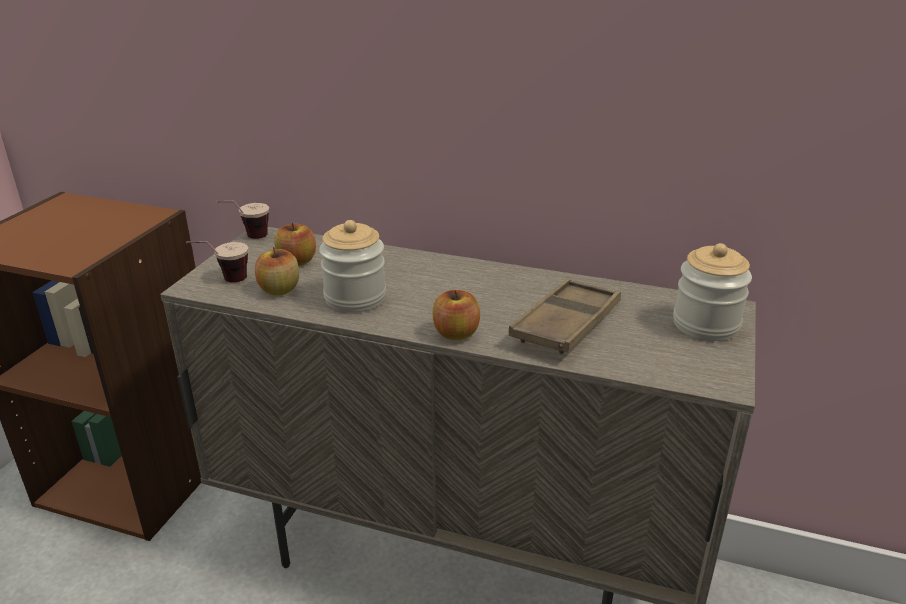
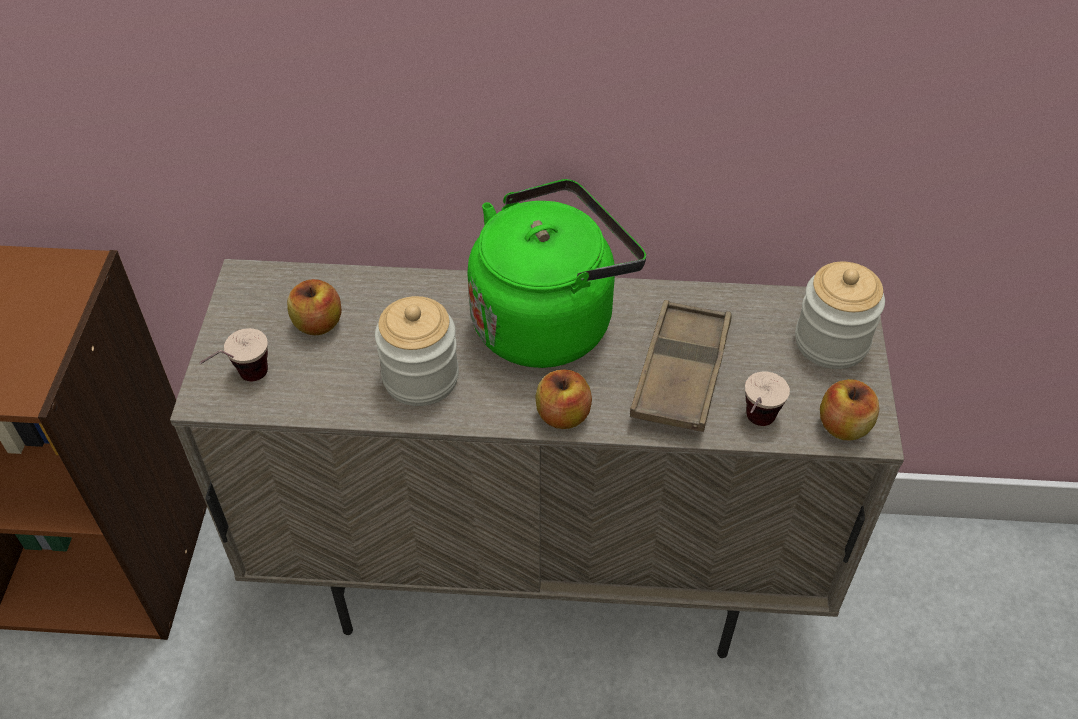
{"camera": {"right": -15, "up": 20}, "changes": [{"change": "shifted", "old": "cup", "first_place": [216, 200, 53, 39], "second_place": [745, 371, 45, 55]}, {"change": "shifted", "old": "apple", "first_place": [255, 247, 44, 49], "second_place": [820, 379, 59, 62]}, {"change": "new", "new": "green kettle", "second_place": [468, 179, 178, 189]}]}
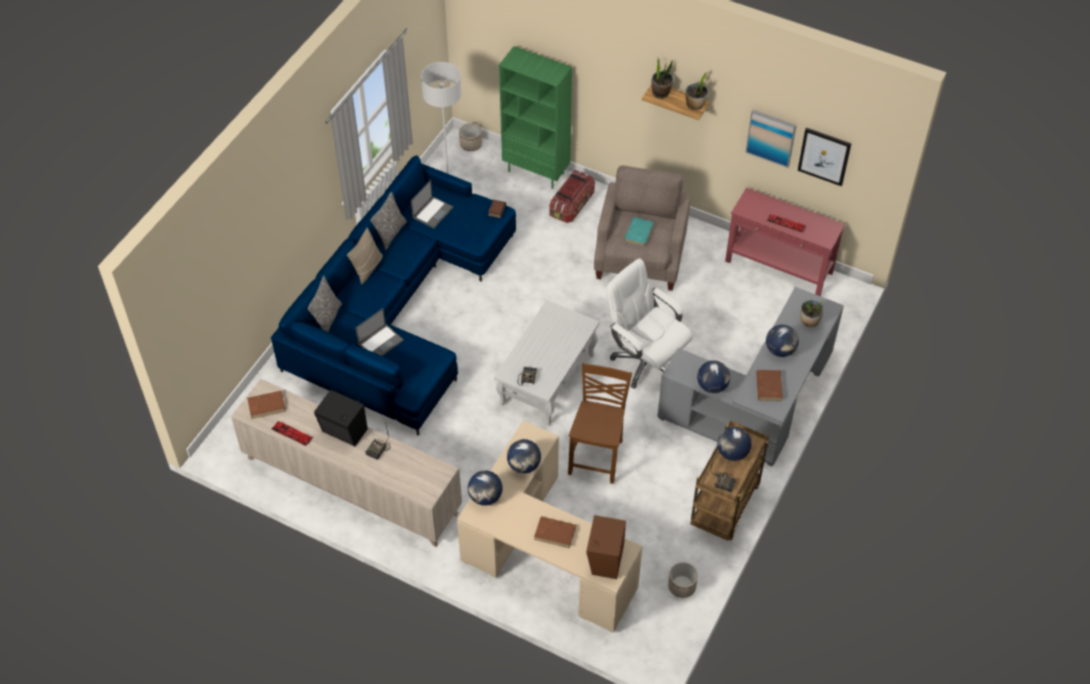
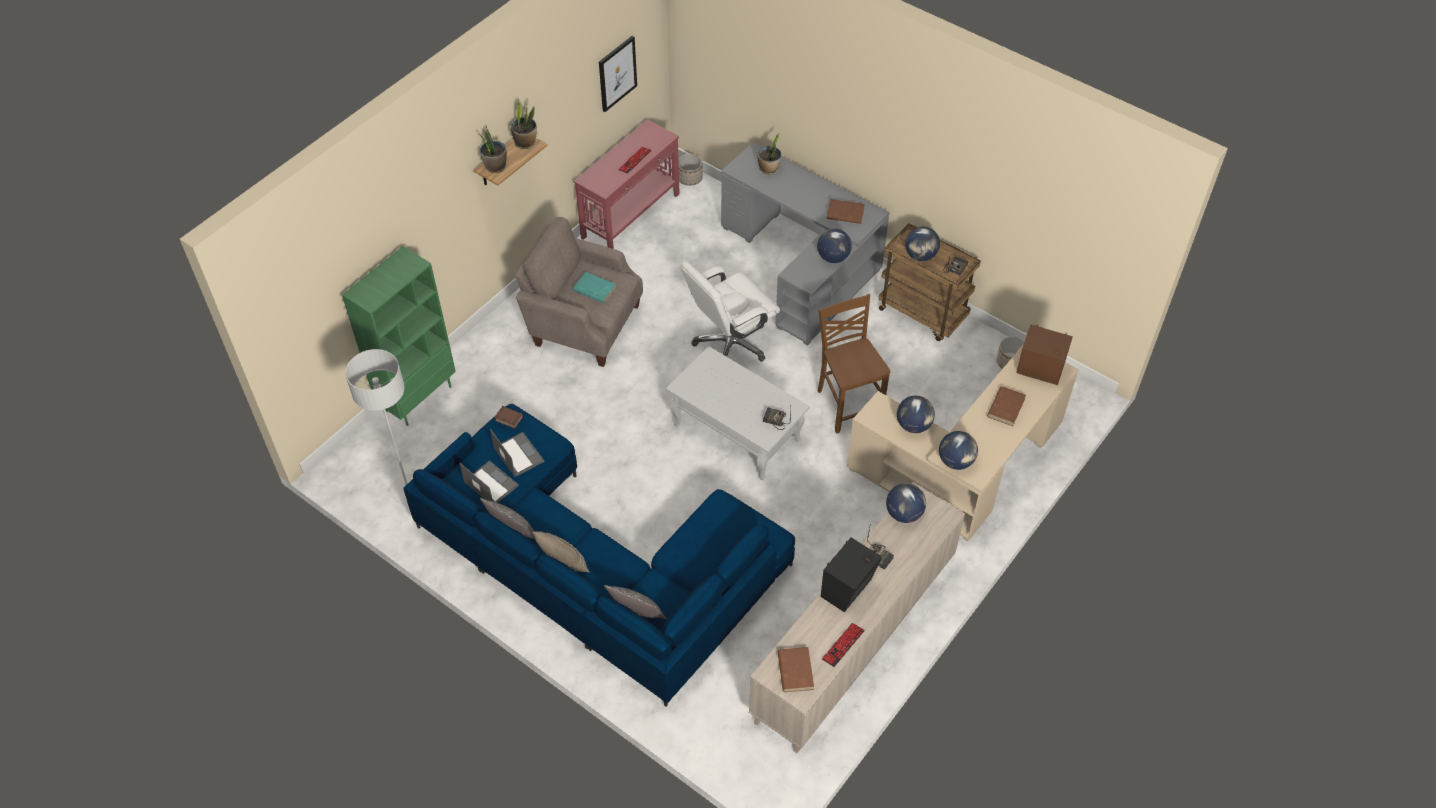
{"camera": {"right": -80, "up": 0}, "changes": [{"change": "gone", "old": "picture", "first_place": [745, 110, 52, 58]}, {"change": "shifted", "old": "planter", "first_place": [459, 123, 23, 28], "second_place": [679, 154, 24, 32]}, {"change": "gone", "old": "storage box", "first_place": [549, 170, 46, 53]}, {"change": "shifted", "old": "laptop", "first_place": [355, 308, 49, 48], "second_place": [490, 429, 54, 48]}, {"change": "shifted", "old": "globe", "first_place": [766, 325, 33, 32], "second_place": [886, 483, 40, 40]}, {"change": "rotated", "old": "brown chair", "first_place": [568, 363, 64, 121], "second_place": [818, 294, 73, 140], "degrees": 45}]}
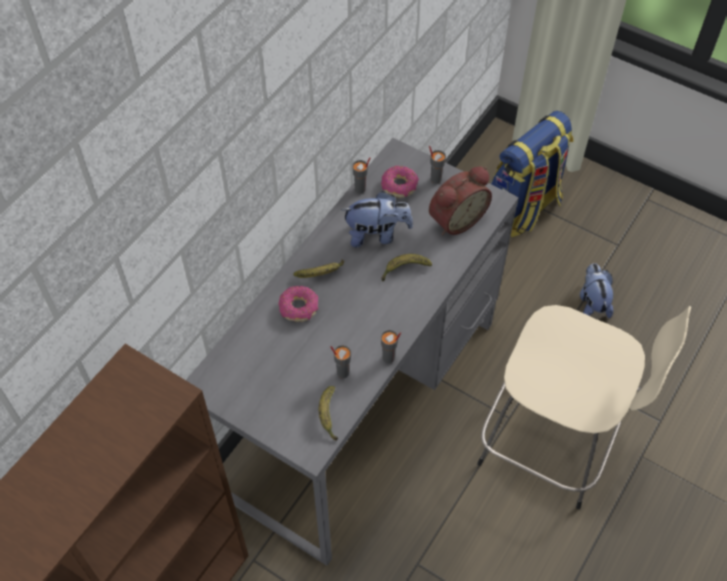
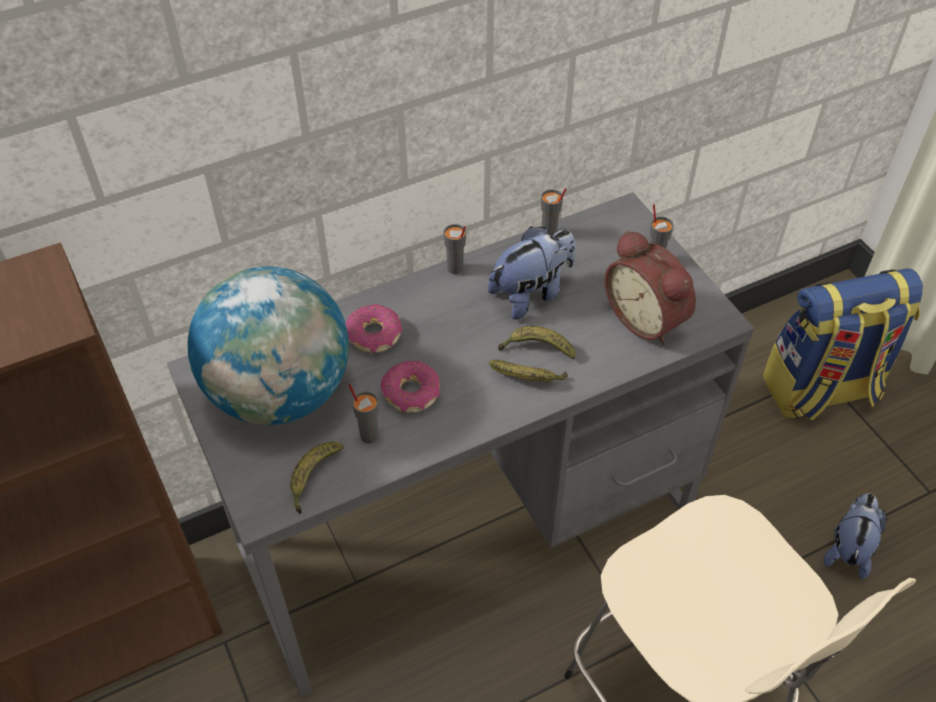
{"camera": {"right": 30, "up": -5}, "changes": [{"change": "shifted", "old": "donut", "first_place": [381, 166, 38, 32], "second_place": [380, 361, 60, 52]}, {"change": "rotated", "old": "alarm clock", "first_place": [429, 166, 63, 69], "second_place": [604, 230, 92, 115], "degrees": 60}, {"change": "rotated", "old": "plush toy", "first_place": [341, 191, 72, 57], "second_place": [488, 226, 88, 94], "degrees": -60}, {"change": "shifted", "old": "banana", "first_place": [294, 259, 50, 19], "second_place": [489, 360, 79, 22]}, {"change": "shifted", "old": "grey cup", "first_place": [381, 330, 20, 33], "second_place": [444, 224, 22, 50]}, {"change": "new", "new": "globe", "second_place": [188, 266, 161, 159]}]}
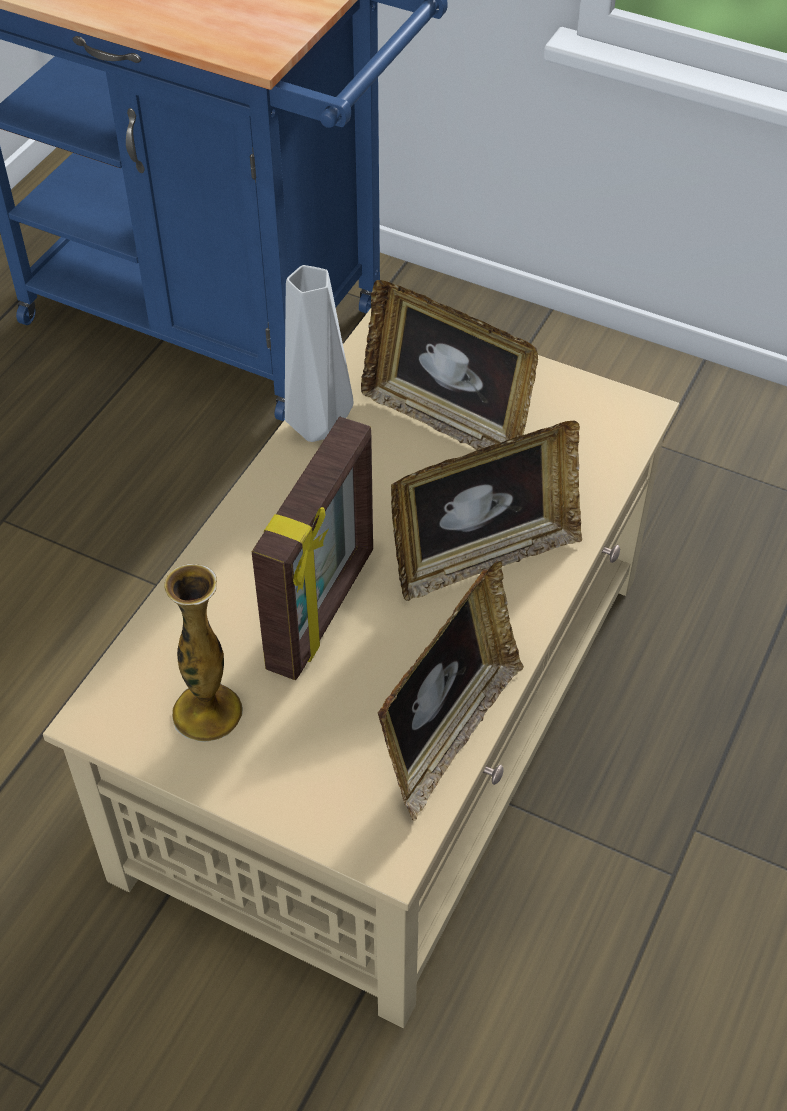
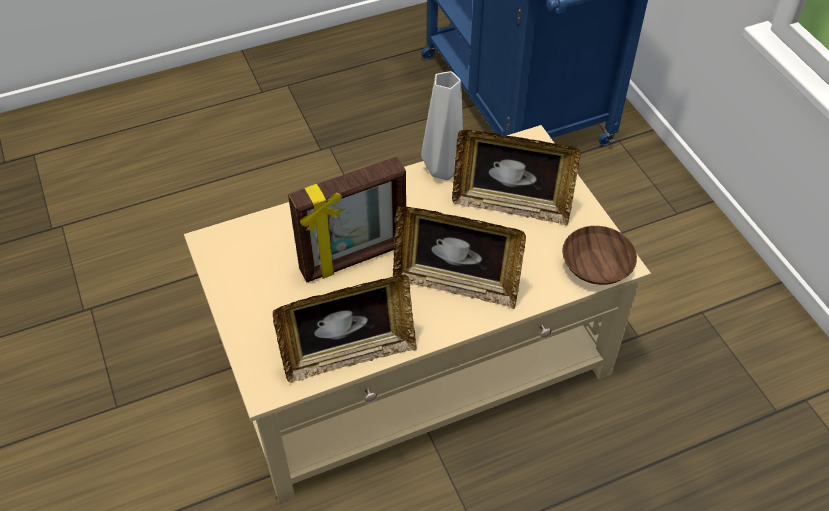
{"camera": {"right": 40, "up": 0}, "changes": [{"change": "rotated", "old": "picture frame", "first_place": [361, 280, 177, 170], "second_place": [452, 130, 129, 96], "degrees": -60}, {"change": "gone", "old": "vase", "first_place": [164, 564, 79, 178]}, {"change": "new", "new": "brown bowl", "second_place": [562, 226, 75, 59]}]}
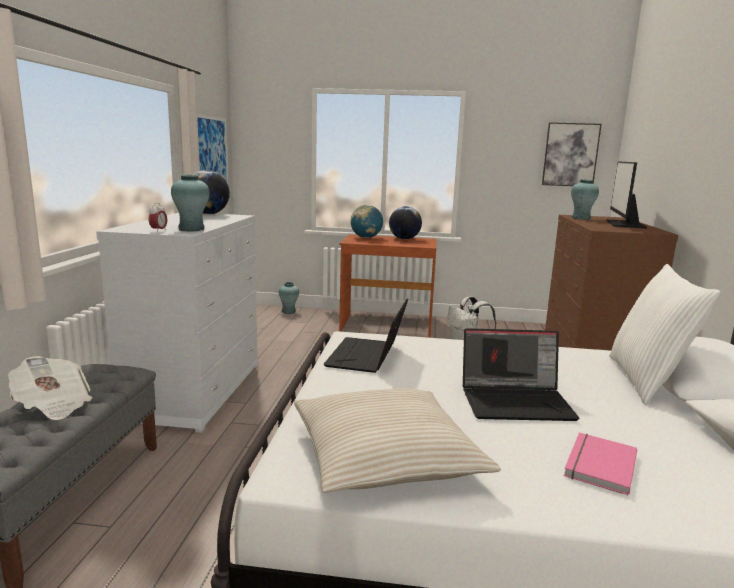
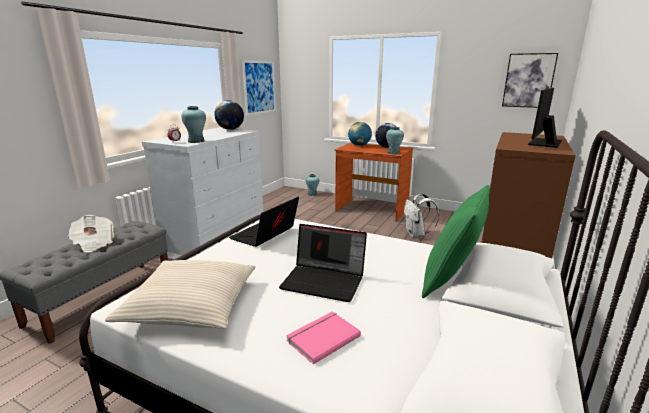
{"camera": {"right": 20, "up": 5}, "changes": [{"change": "shifted", "old": "turquoise vase", "first_place": [571, 179, 28, 41], "second_place": [386, 127, 18, 28]}, {"change": "repainted", "old": "white pillow", "new": "green pillow", "first_place": [609, 264, 111, 141], "second_place": [422, 185, 68, 113]}]}
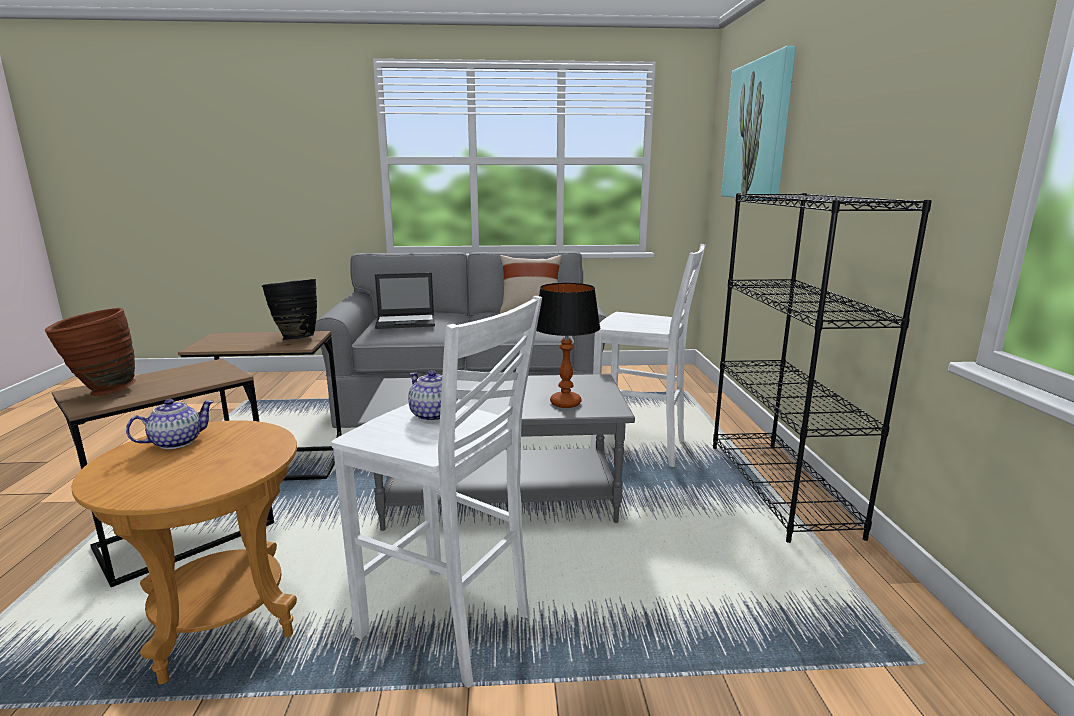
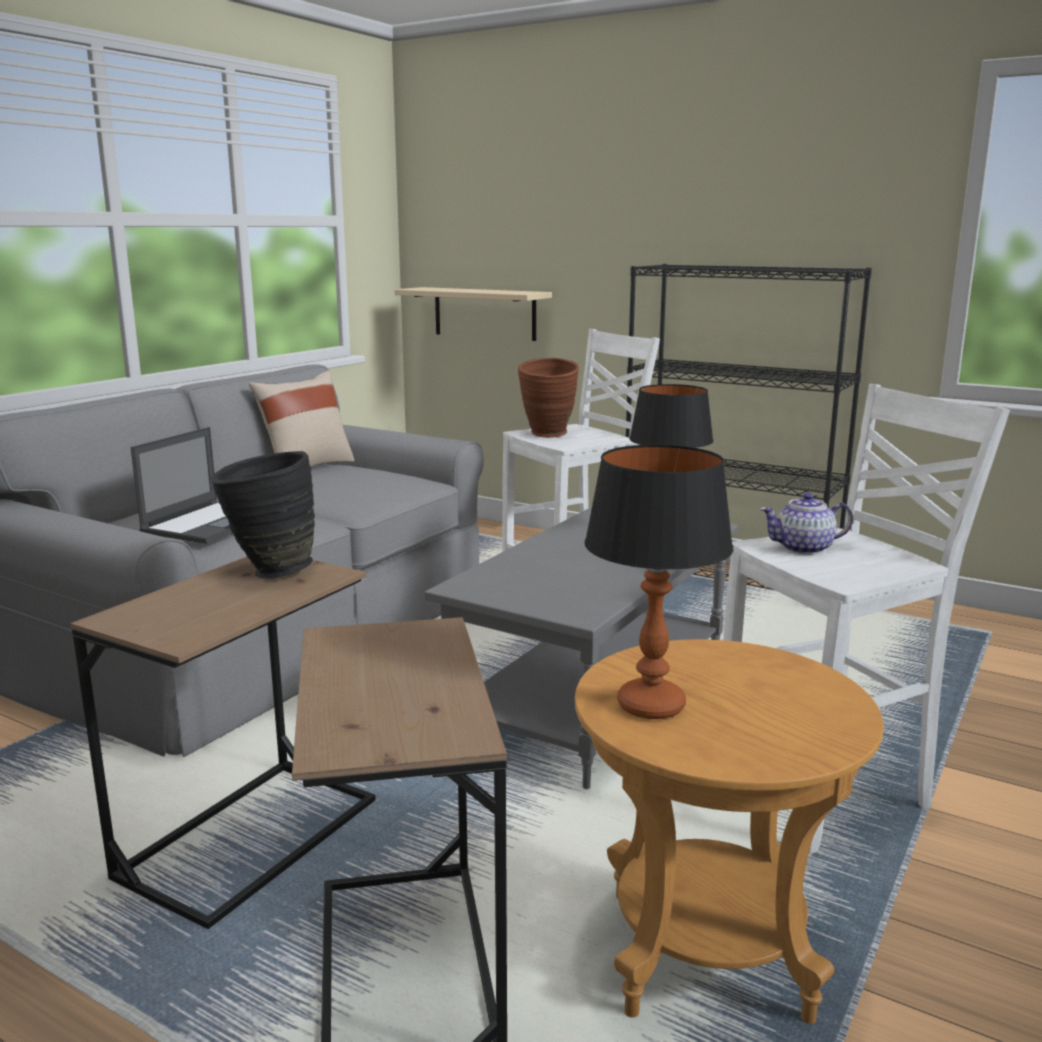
{"camera": {"right": -55, "up": 0}, "changes": [{"change": "gone", "old": "picture", "first_place": [721, 46, 75, 154]}, {"change": "shifted", "old": "brown vase", "first_place": [45, 308, 91, 88], "second_place": [518, 358, 61, 80]}, {"change": "swapped", "old": "teapot", "new": "table lamp", "first_place": [126, 399, 88, 50], "second_place": [584, 445, 149, 274]}, {"change": "new", "new": "beige shelf", "second_place": [395, 287, 157, 54]}]}
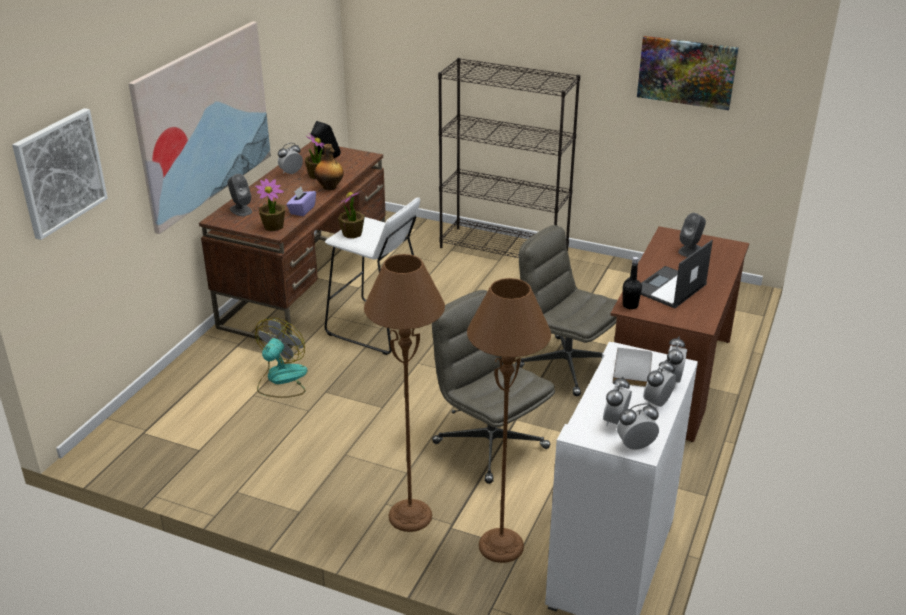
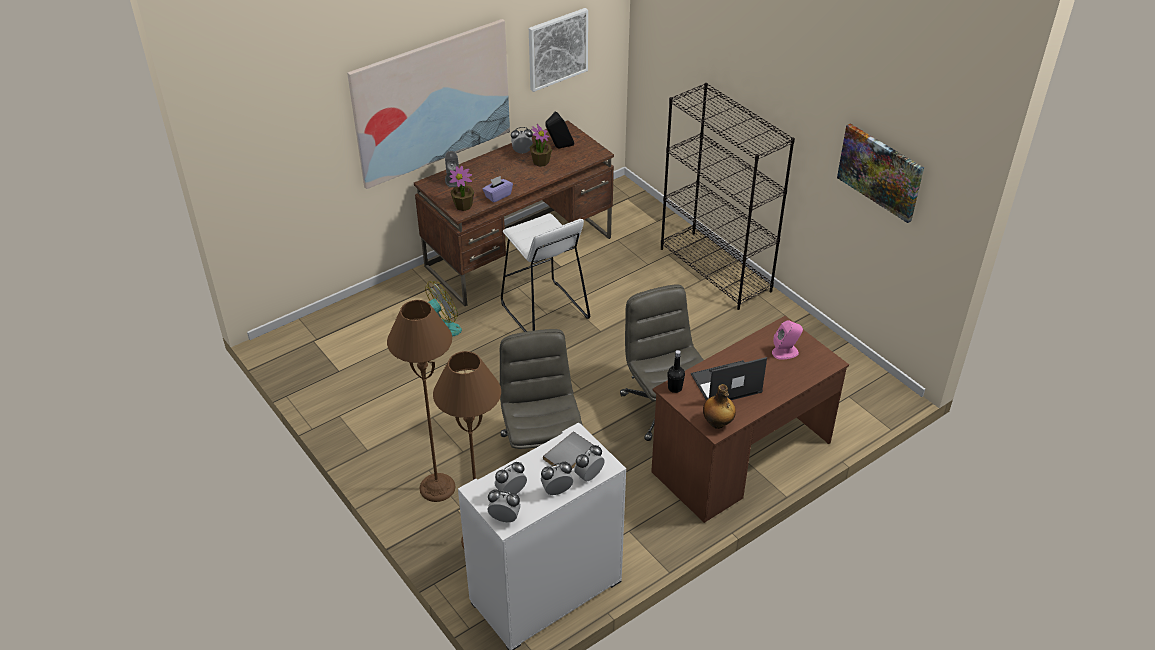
{"camera": {"right": 30, "up": 10}, "changes": [{"change": "shifted", "old": "picture", "first_place": [12, 108, 96, 132], "second_place": [529, 8, 59, 84]}, {"change": "shifted", "old": "bottle", "first_place": [315, 144, 29, 46], "second_place": [703, 384, 33, 45]}, {"change": "gone", "old": "potted plant", "first_place": [338, 190, 27, 48]}, {"change": "repainted", "old": "grey speaker", "new": "pink speaker", "first_place": [678, 213, 28, 44], "second_place": [772, 320, 31, 40]}]}
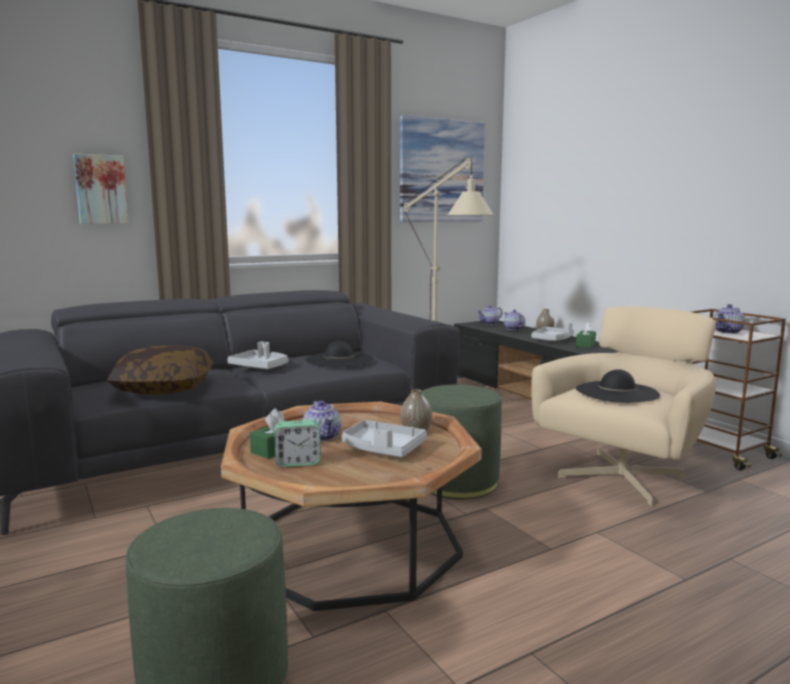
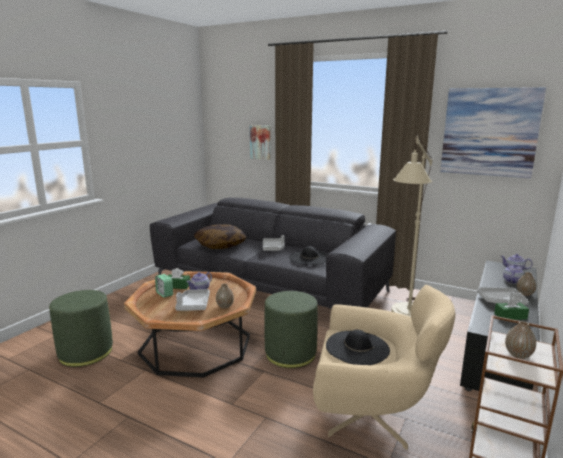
{"camera": {"right": 60, "up": 5}, "changes": [{"change": "swapped", "old": "teapot", "new": "vase", "first_place": [713, 304, 32, 30], "second_place": [505, 321, 31, 38]}]}
